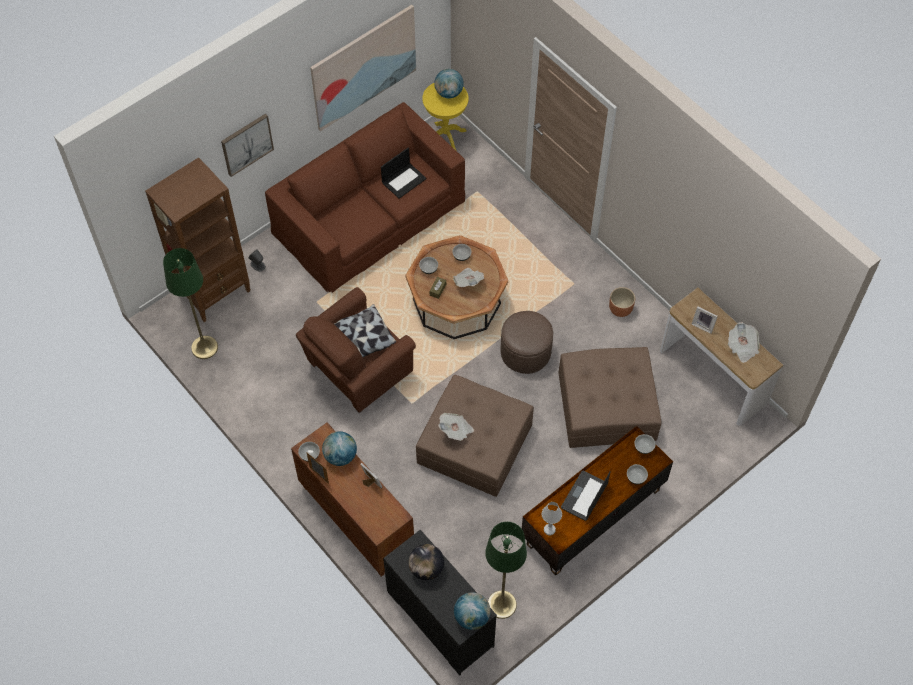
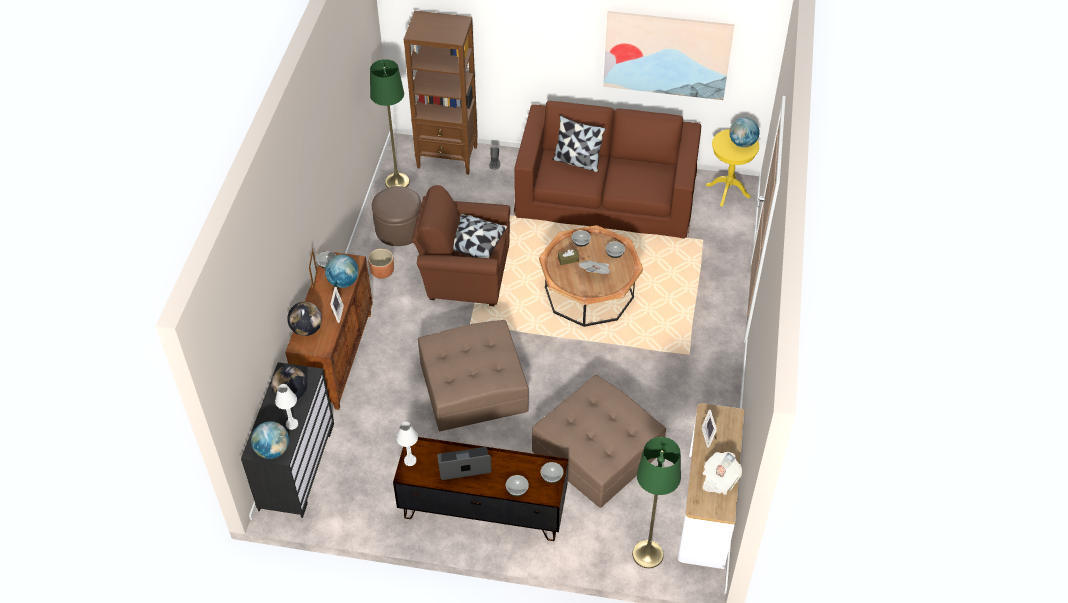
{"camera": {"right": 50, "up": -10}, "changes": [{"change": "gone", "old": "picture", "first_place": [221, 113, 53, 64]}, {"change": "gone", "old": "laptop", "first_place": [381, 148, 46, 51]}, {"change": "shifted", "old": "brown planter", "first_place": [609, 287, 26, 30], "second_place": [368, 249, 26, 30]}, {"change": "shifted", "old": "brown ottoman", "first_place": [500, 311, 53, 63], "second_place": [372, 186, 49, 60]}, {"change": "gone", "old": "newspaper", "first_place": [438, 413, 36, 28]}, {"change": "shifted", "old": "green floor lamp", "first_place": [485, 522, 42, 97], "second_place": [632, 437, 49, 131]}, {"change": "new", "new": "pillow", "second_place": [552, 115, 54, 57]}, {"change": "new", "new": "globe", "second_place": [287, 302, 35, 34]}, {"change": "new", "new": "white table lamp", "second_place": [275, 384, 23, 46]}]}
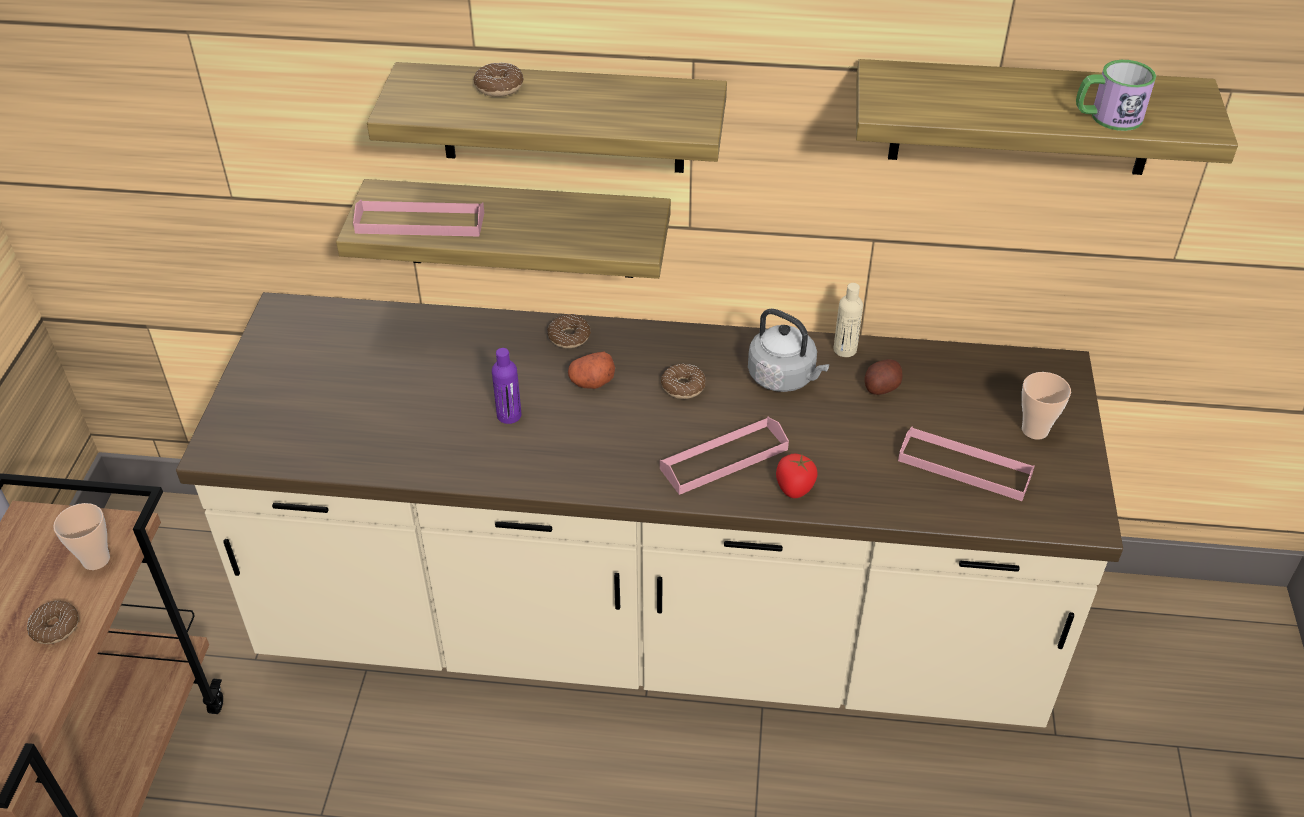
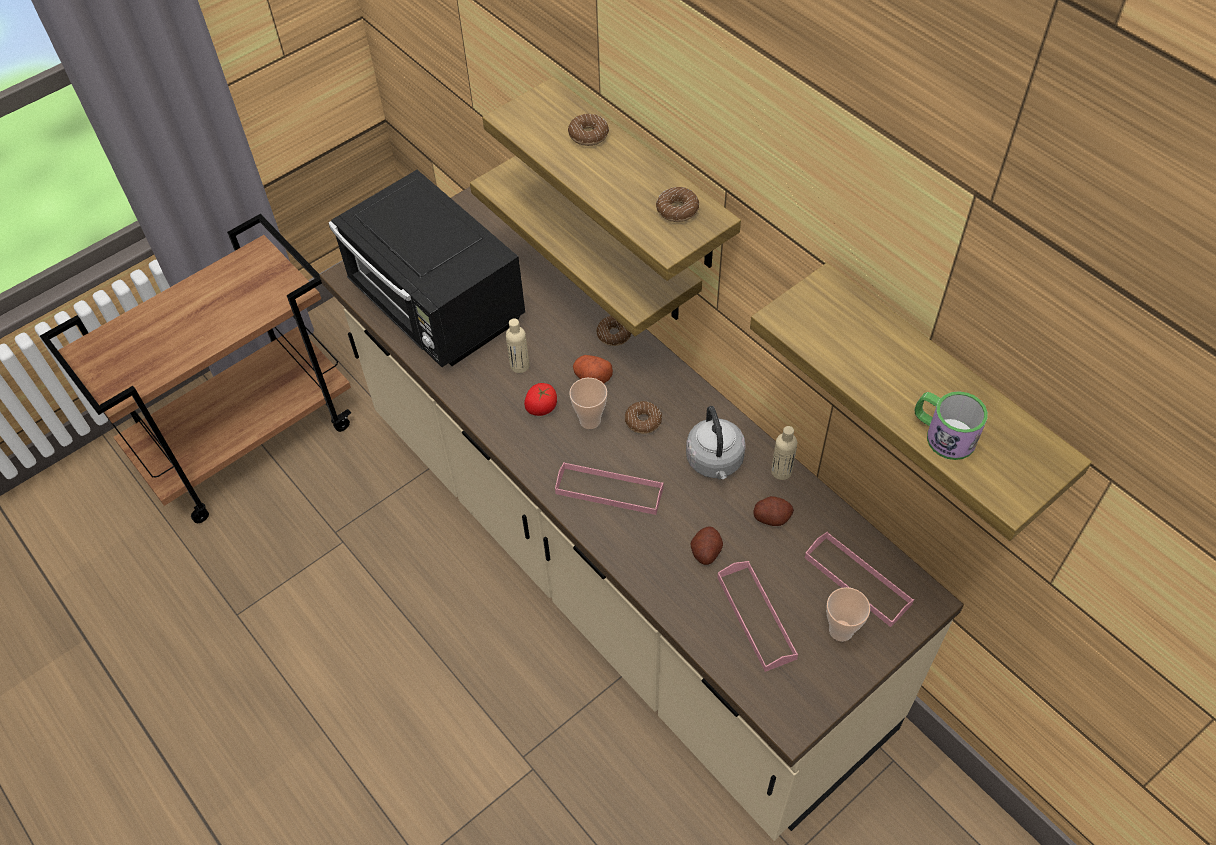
{"camera": {"right": 45, "up": 10}, "changes": [{"change": "shifted", "old": "pink tray", "first_place": [353, 200, 131, 36], "second_place": [805, 531, 109, 96]}, {"change": "repainted", "old": "purple bottle", "new": "beige bottle", "first_place": [492, 348, 29, 76], "second_place": [506, 318, 23, 55]}, {"change": "shifted", "old": "tomato", "first_place": [776, 453, 42, 45], "second_place": [524, 383, 33, 33]}, {"change": "shifted", "old": "cup", "first_place": [53, 503, 57, 67], "second_place": [569, 378, 38, 51]}, {"change": "shifted", "old": "donut", "first_place": [27, 601, 52, 43], "second_place": [656, 187, 43, 35]}, {"change": "new", "new": "black microwave", "second_place": [329, 170, 196, 197]}, {"change": "new", "new": "potato", "second_place": [690, 527, 33, 38]}]}
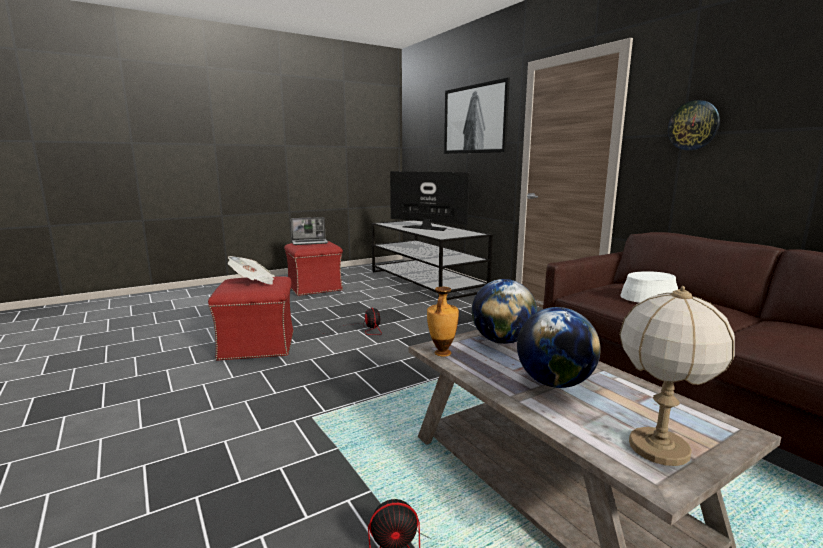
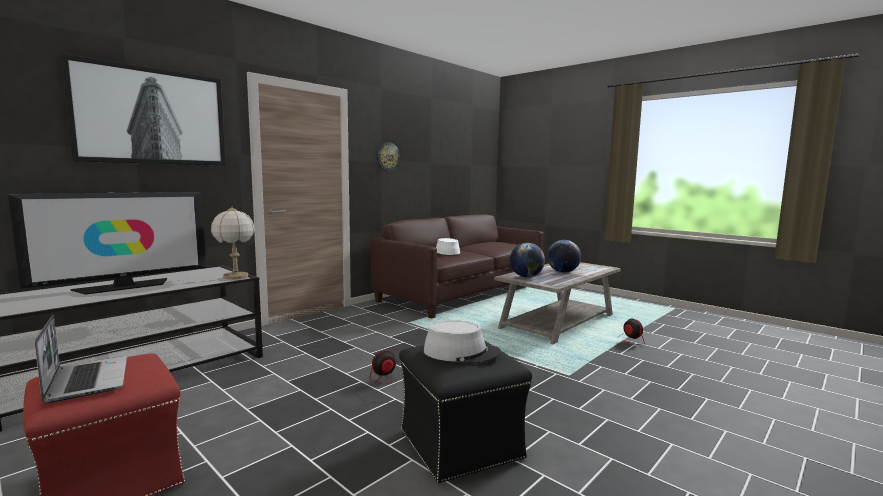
{"camera": {"right": -105, "up": -5}, "changes": [{"change": "rotated", "old": "television", "first_place": [390, 171, 79, 60], "second_place": [8, 192, 198, 103], "degrees": -150}, {"change": "swapped", "old": "newspaper", "new": "grey hat", "first_place": [228, 256, 47, 29], "second_place": [424, 320, 77, 44]}, {"change": "repainted", "old": "red ottoman", "new": "black ottoman", "first_place": [208, 276, 86, 85], "second_place": [399, 340, 133, 143]}, {"change": "shifted", "old": "table lamp", "first_place": [619, 286, 116, 180], "second_place": [211, 207, 44, 73]}, {"change": "gone", "old": "vase", "first_place": [427, 287, 32, 70]}]}
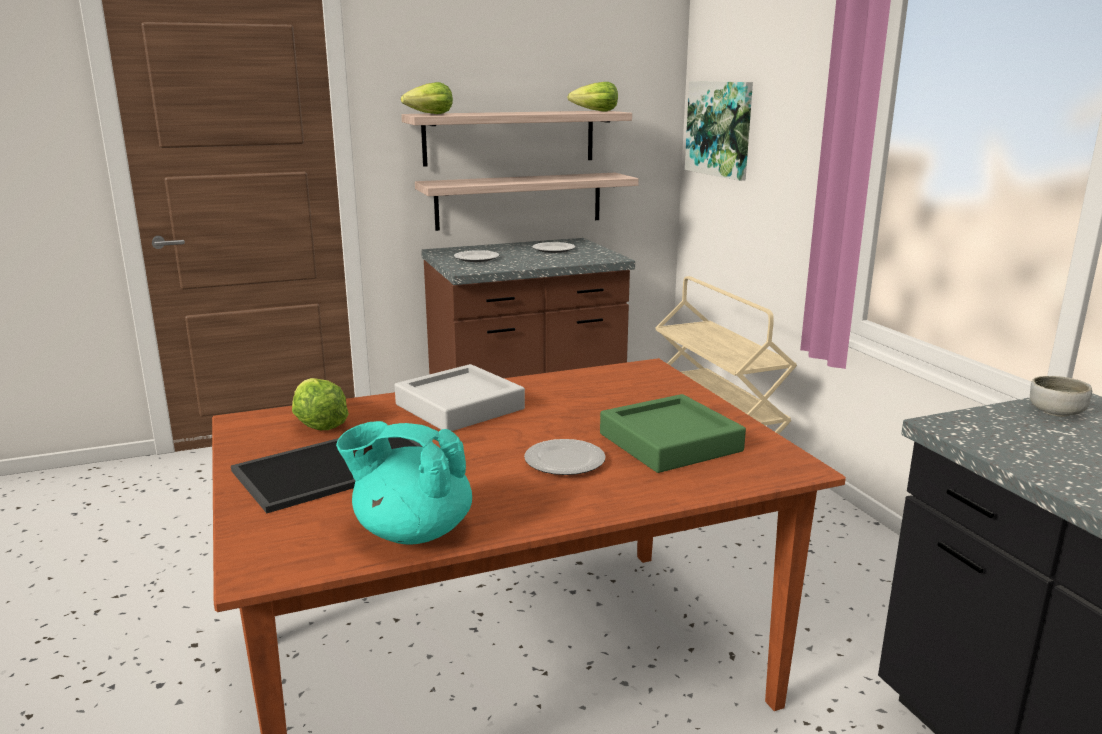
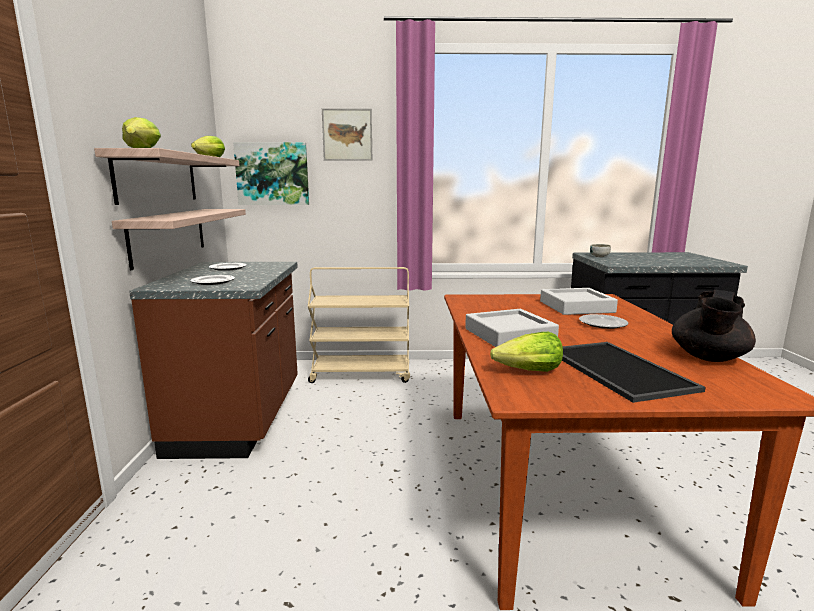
{"camera": {"right": -70, "up": -5}, "changes": [{"change": "repainted", "old": "green tray", "new": "grey tray", "first_place": [600, 394, 146, 79], "second_place": [540, 288, 78, 27]}, {"change": "repainted", "old": "turquoise teapot", "new": "black teapot", "first_place": [336, 421, 136, 124], "second_place": [672, 290, 84, 72]}, {"change": "new", "new": "picture", "second_place": [322, 108, 50, 53]}]}
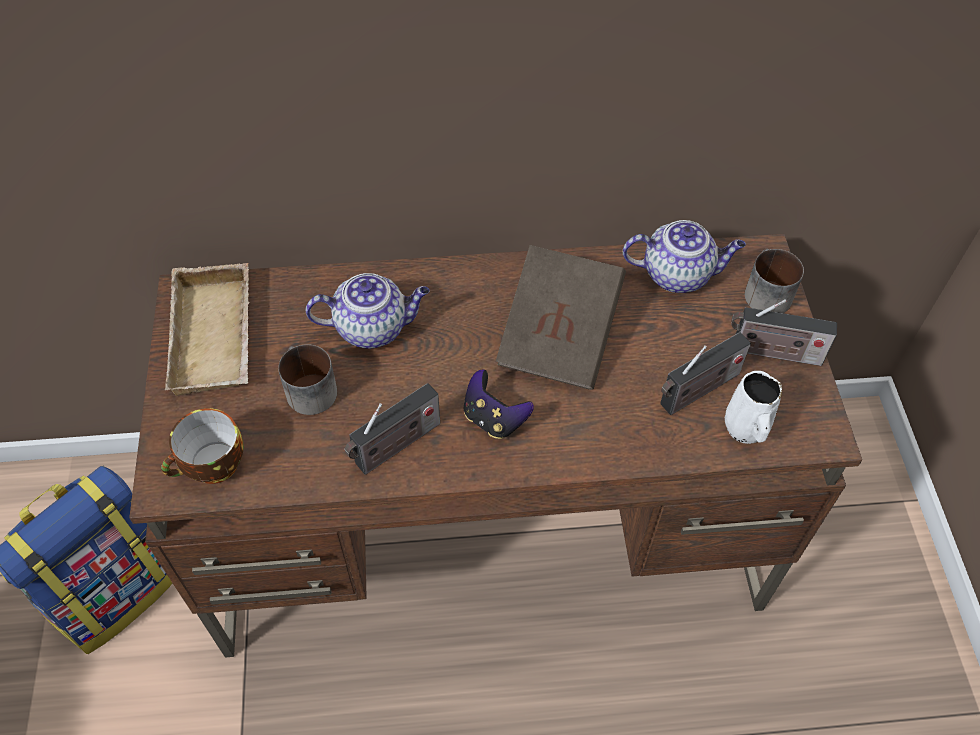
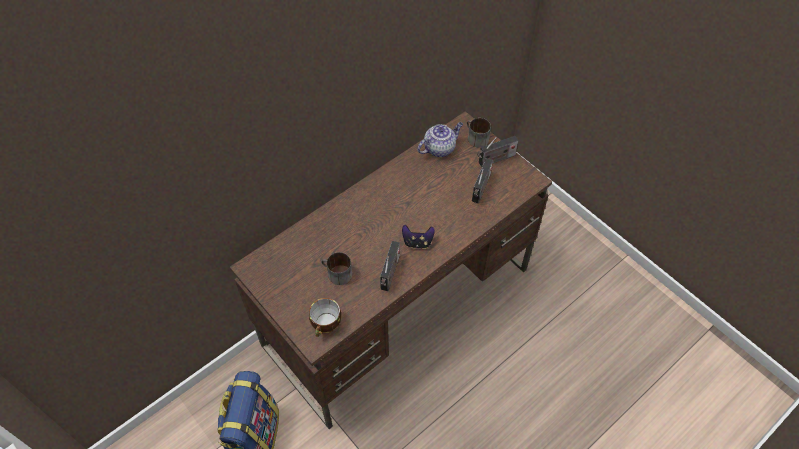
{"camera": {"right": -35, "up": 0}, "changes": [{"change": "gone", "old": "brown book", "first_place": [496, 245, 130, 145]}, {"change": "gone", "old": "beige tray", "first_place": [165, 263, 85, 133]}, {"change": "gone", "old": "teapot", "first_place": [306, 273, 124, 76]}, {"change": "gone", "old": "white mug", "first_place": [725, 371, 57, 73]}]}
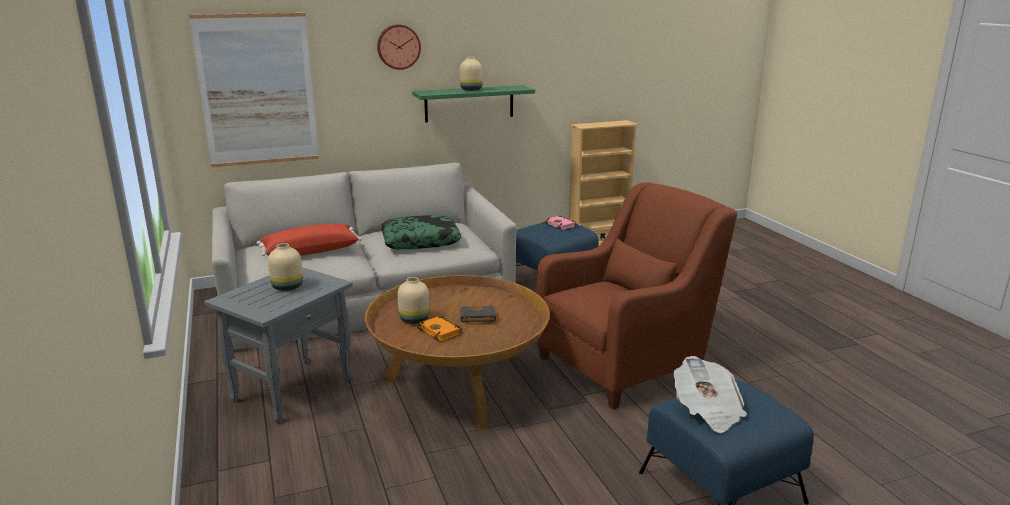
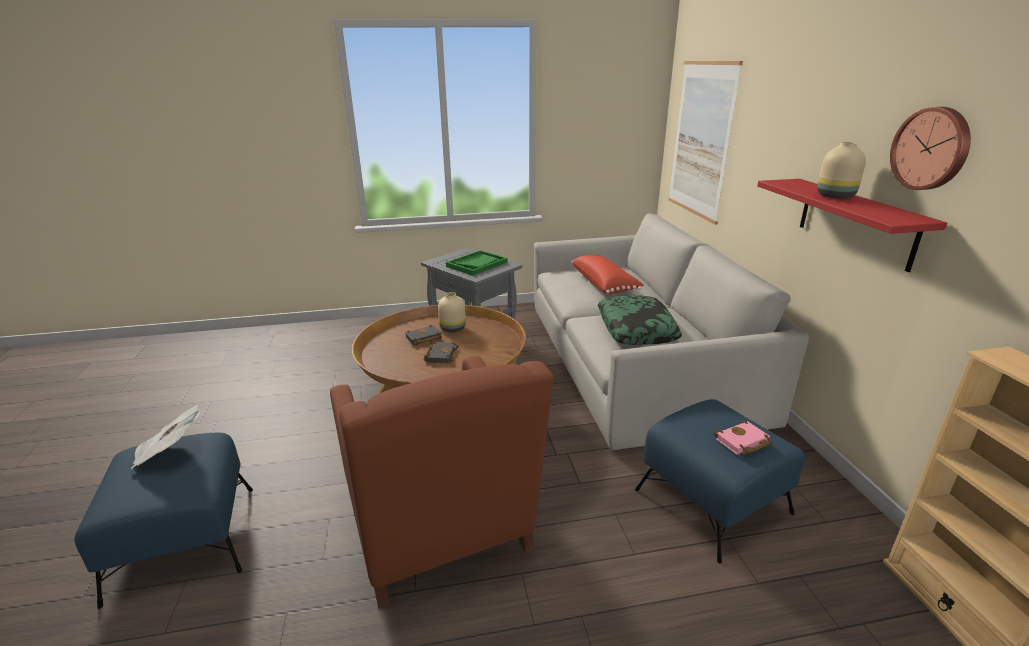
{"camera": {"right": 100, "up": 5}, "changes": [{"change": "shifted", "old": "wall clock", "first_place": [377, 25, 44, 45], "second_place": [890, 107, 81, 83]}, {"change": "repainted", "old": "green shelf", "new": "red shelf", "first_place": [412, 85, 123, 37], "second_place": [757, 179, 190, 93]}, {"change": "swapped", "old": "beige vase", "new": "green tray", "first_place": [268, 243, 35, 48], "second_place": [446, 250, 62, 26]}, {"change": "repainted", "old": "orange book", "new": "black book", "first_place": [417, 316, 45, 25], "second_place": [405, 325, 37, 21]}]}
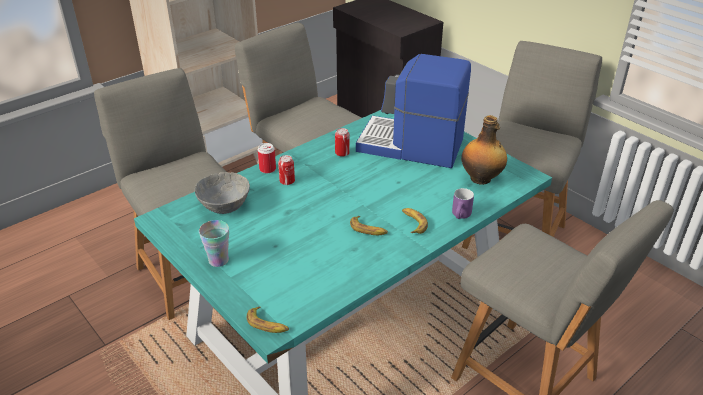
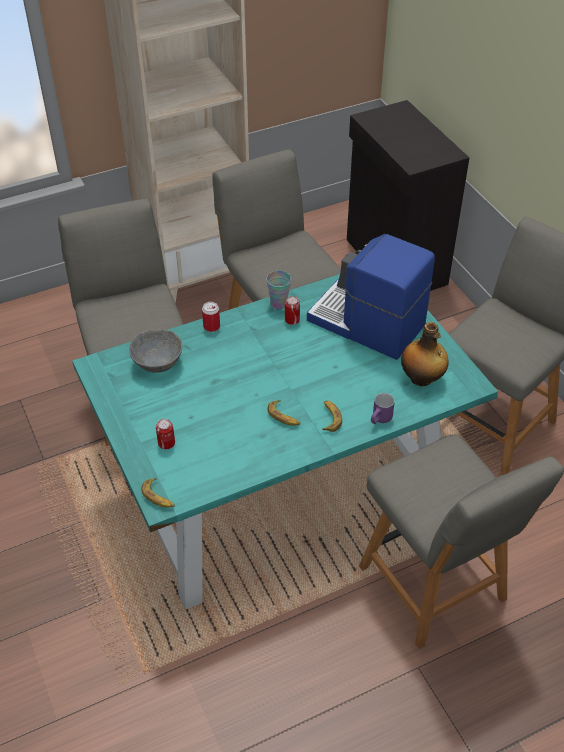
{"camera": {"right": 15, "up": 10}, "changes": [{"change": "shifted", "old": "can", "first_place": [278, 155, 17, 30], "second_place": [156, 419, 19, 30]}, {"change": "shifted", "old": "cup", "first_place": [199, 220, 30, 47], "second_place": [266, 271, 25, 39]}]}
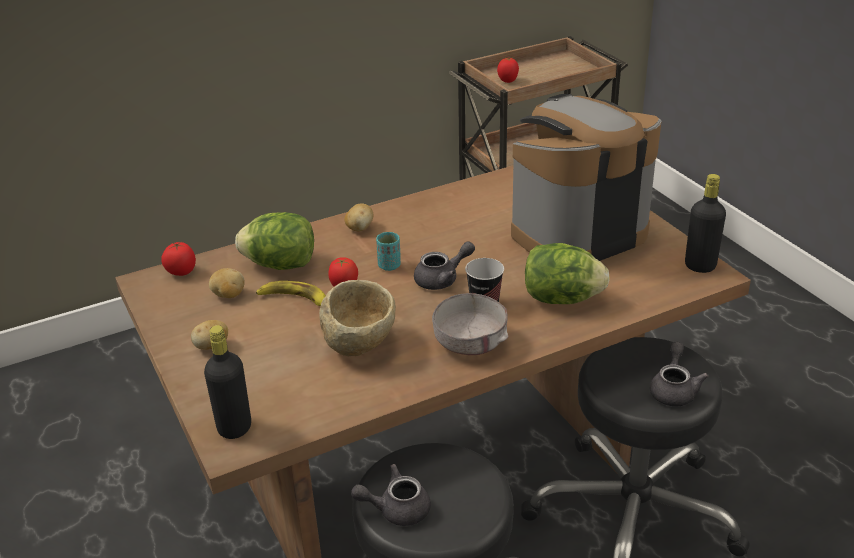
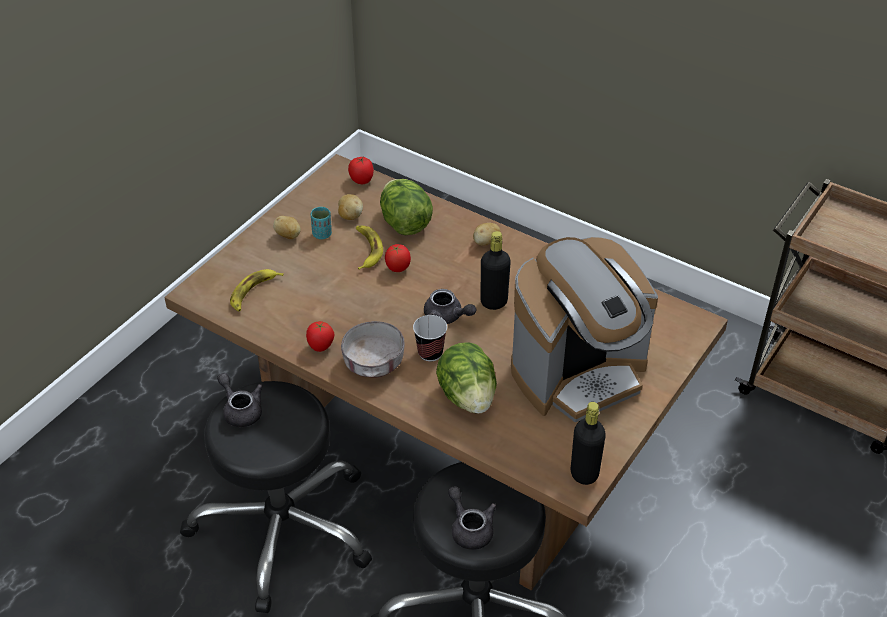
{"camera": {"right": 60, "up": 10}, "changes": [{"change": "shifted", "old": "tomato", "first_place": [497, 58, 22, 25], "second_place": [306, 321, 28, 31]}, {"change": "rotated", "old": "coffee machine", "first_place": [511, 94, 150, 167], "second_place": [511, 237, 147, 186], "degrees": 120}, {"change": "shifted", "old": "turquoise cup", "first_place": [376, 232, 25, 39], "second_place": [311, 207, 21, 32]}, {"change": "gone", "old": "beige bowl", "first_place": [319, 280, 77, 76]}, {"change": "shifted", "old": "black bottle", "first_place": [204, 325, 47, 114], "second_place": [480, 231, 31, 79]}, {"change": "rotated", "old": "grey teapot", "first_place": [650, 342, 59, 64], "second_place": [448, 486, 48, 64], "degrees": -105}, {"change": "new", "new": "banana", "second_place": [230, 269, 54, 43]}]}
